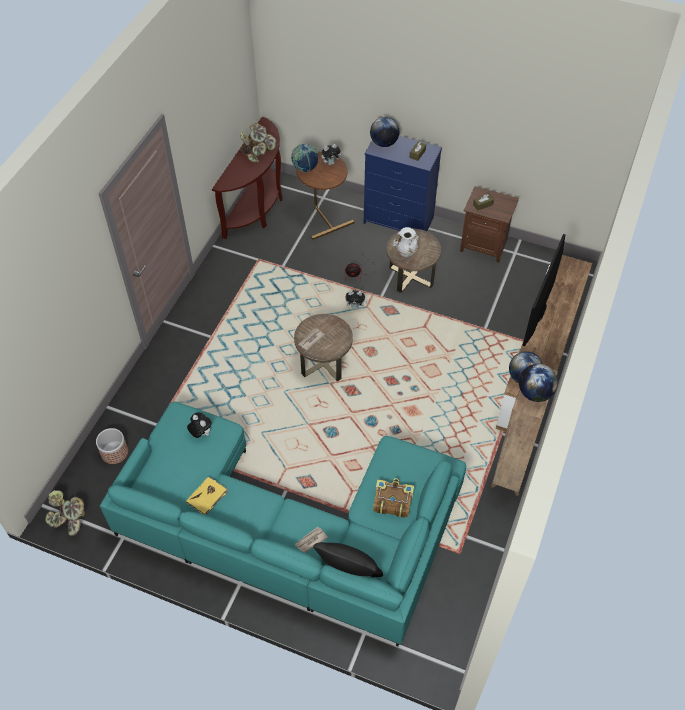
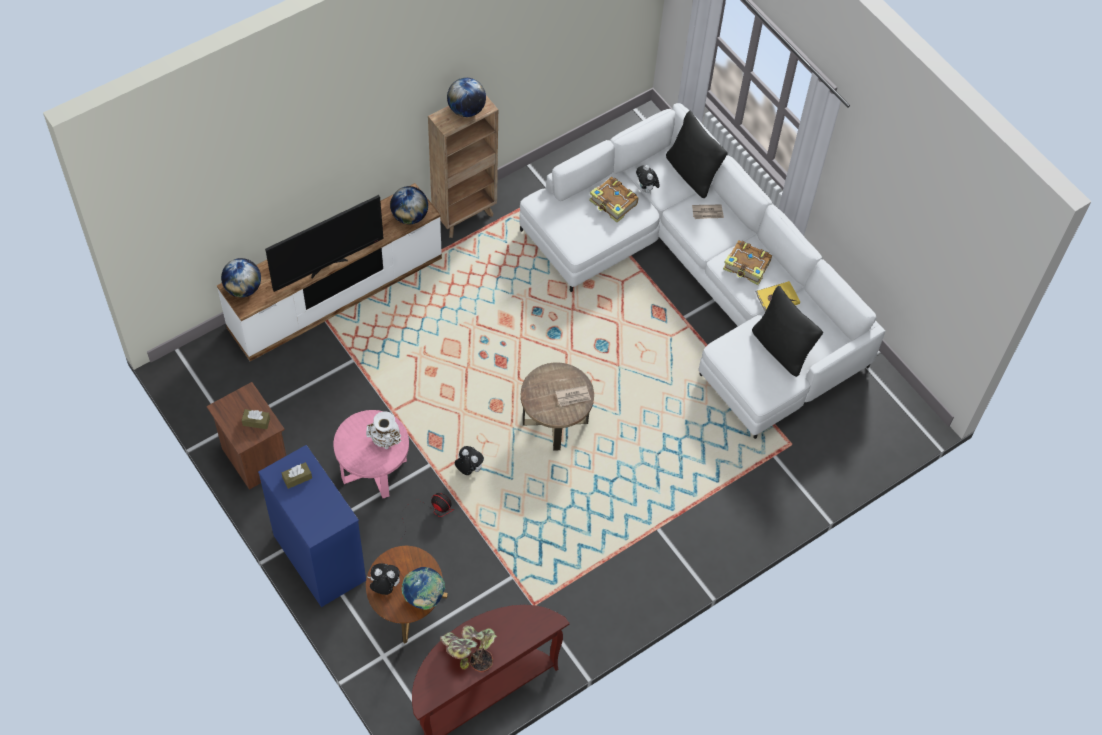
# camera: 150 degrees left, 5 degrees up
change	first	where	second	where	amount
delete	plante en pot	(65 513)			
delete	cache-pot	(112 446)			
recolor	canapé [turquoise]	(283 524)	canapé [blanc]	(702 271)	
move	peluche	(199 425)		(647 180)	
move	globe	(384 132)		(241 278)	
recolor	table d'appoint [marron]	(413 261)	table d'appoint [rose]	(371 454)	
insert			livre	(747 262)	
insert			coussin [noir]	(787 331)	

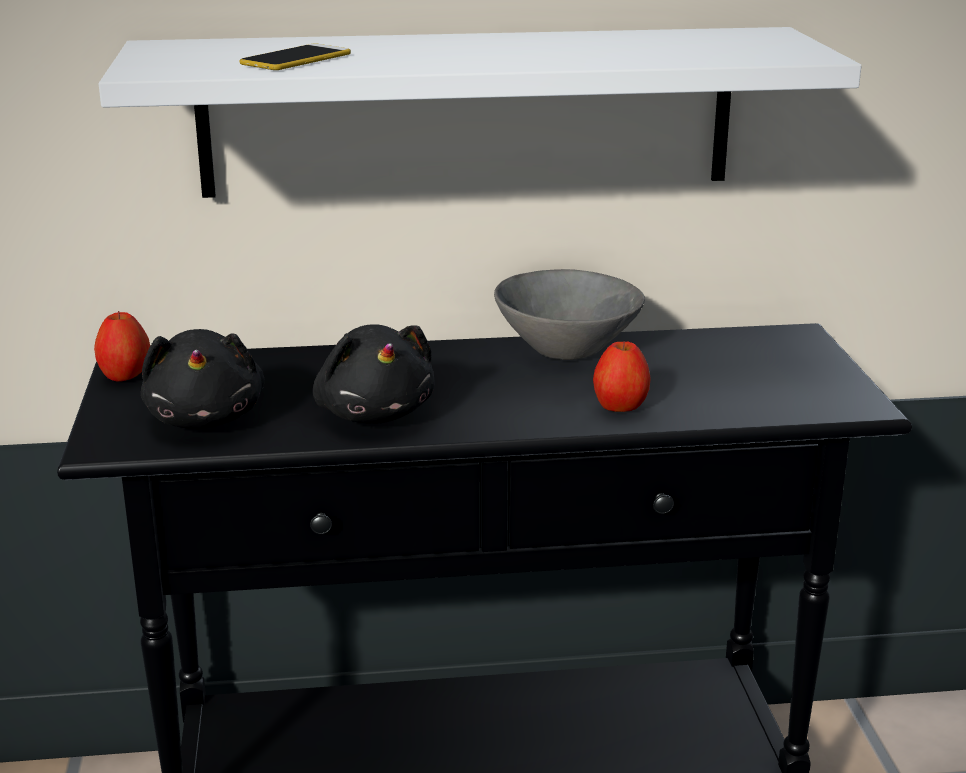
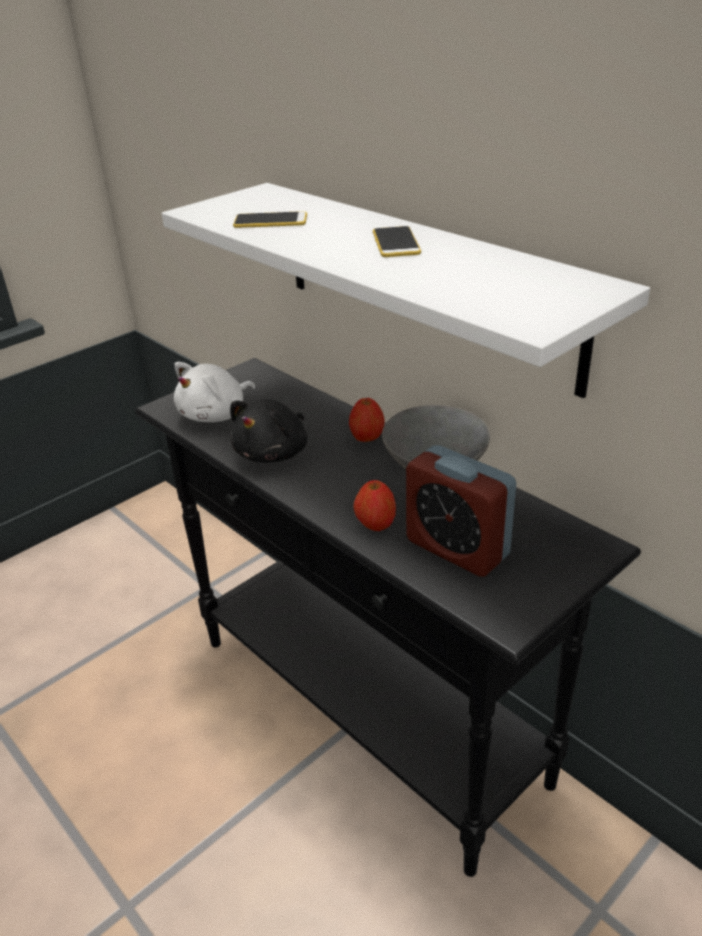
# camera: 55 degrees right, 10 degrees up
change	first	where	second	where	amount
move	pomme	(122 346)		(367 420)	
recolor	peluche [noir]	(203 379)	peluche [blanc]	(214 392)	
insert			téléphone	(397 241)	
insert			réveil	(461 511)	

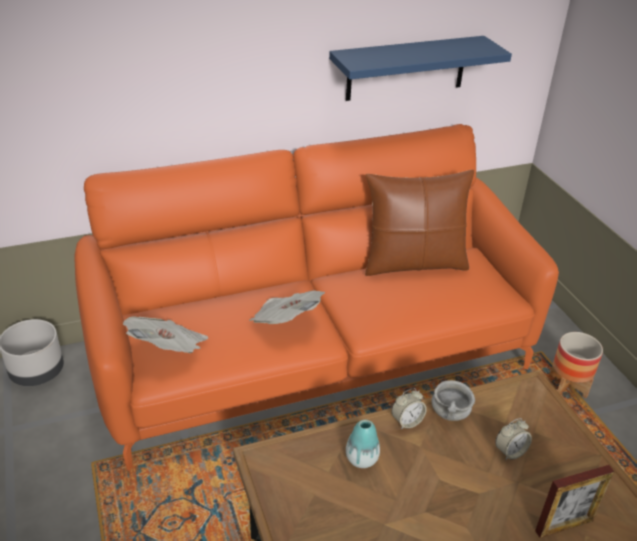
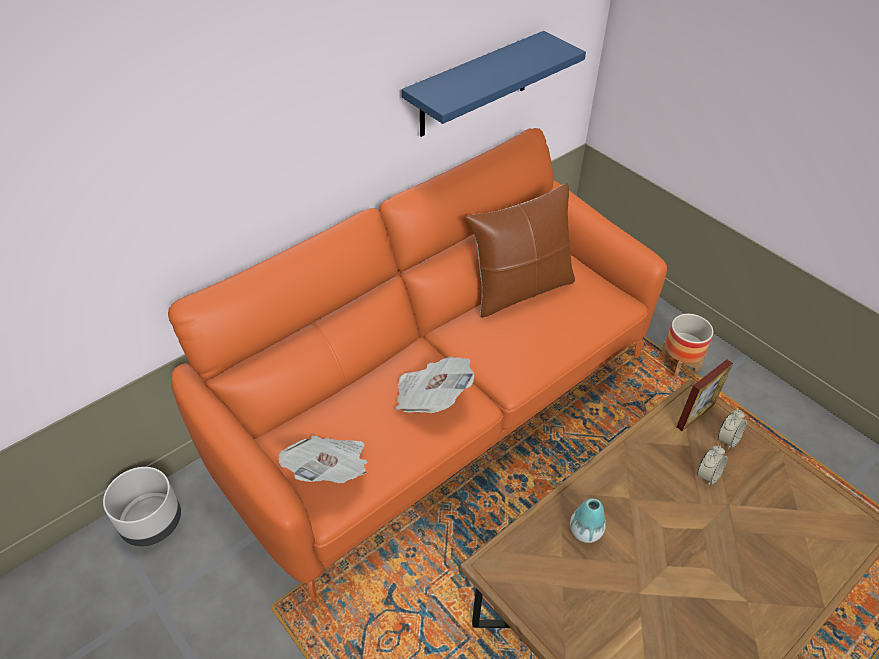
# camera: 20 degrees left, 10 degrees up
change	first	where	second	where	amount
move	réveil	(409 409)		(732 429)	
delete	bol [gris]	(453 400)			
move	cadre photo	(574 501)		(704 395)	

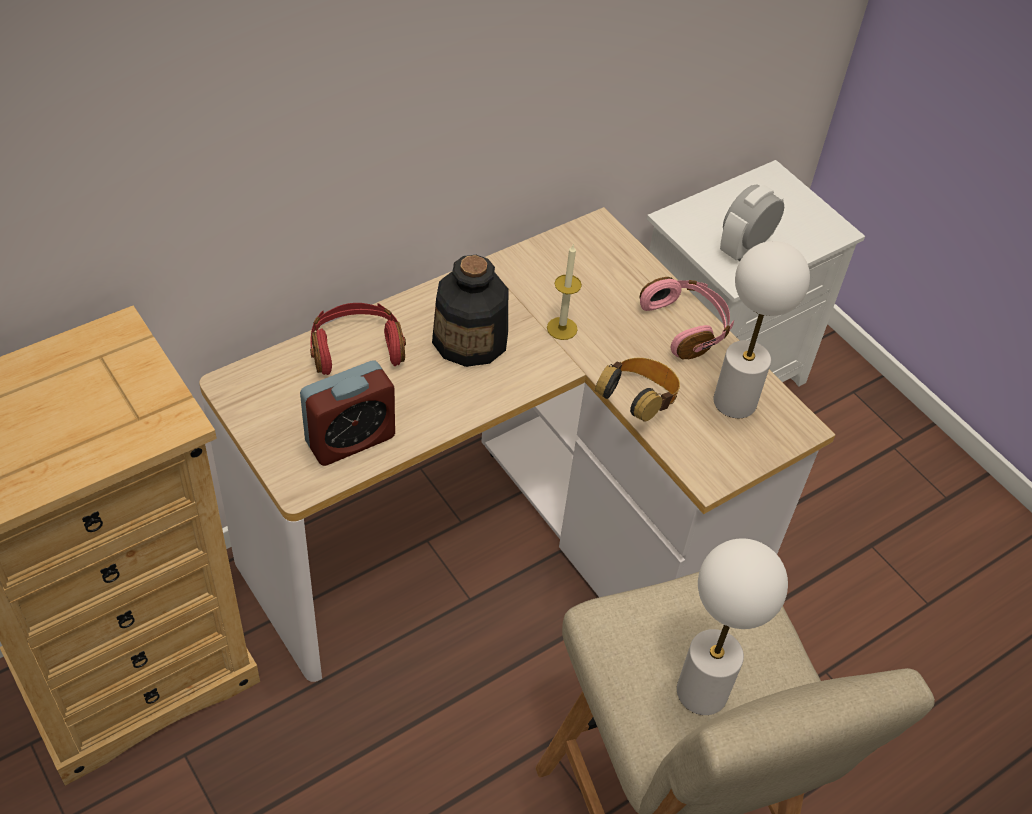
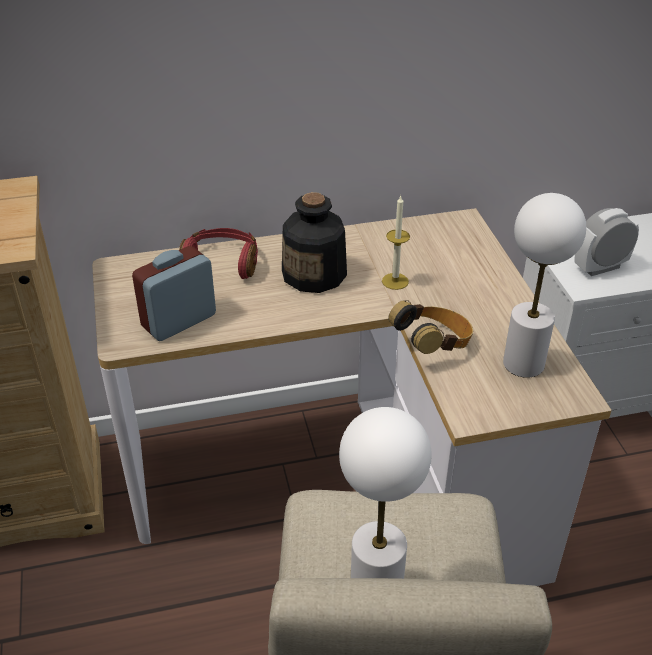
# camera: 25 degrees right, 10 degrees down
change	first	where	second	where	amount
rotate	réveil	(347 413)		(174 293)	150 degrees clockwise
delete	casque audio [rose]	(687 318)			

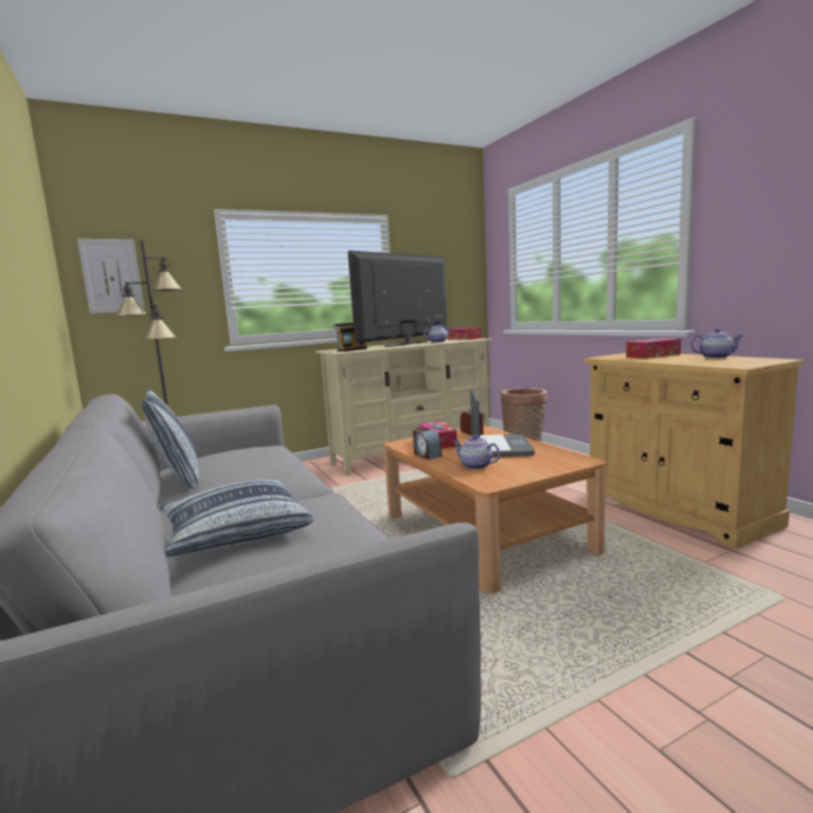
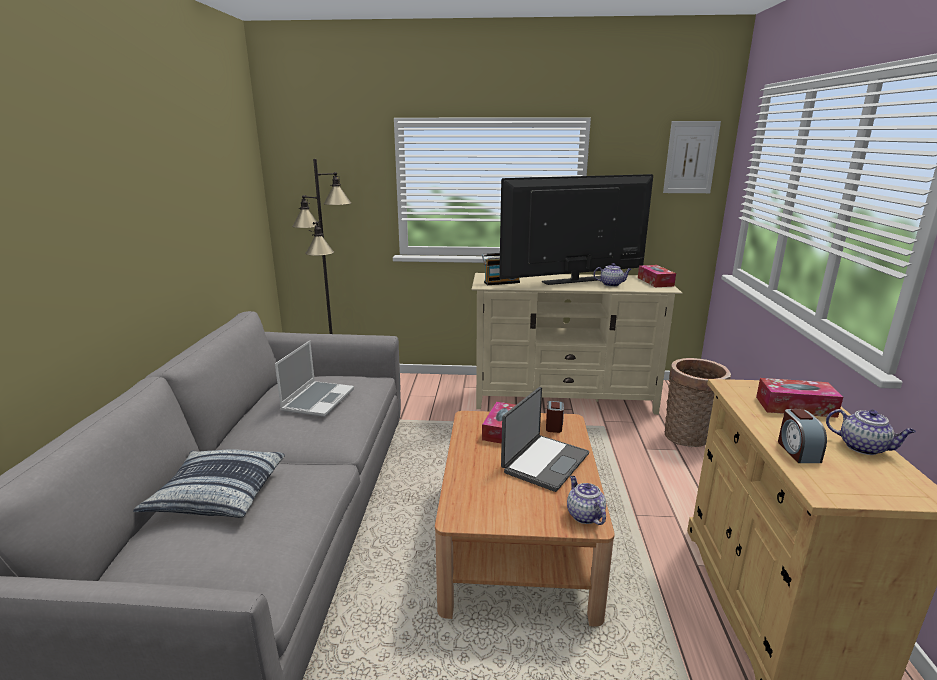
# camera: 30 degrees right, 10 degrees up
change	first	where	second	where	amount
move	tableau	(111 276)		(692 157)	
delete	coussin	(170 438)			
move	réveil	(427 443)		(802 436)	
move	théière	(476 452)		(586 500)	
insert			ordinateur portable	(314 379)	

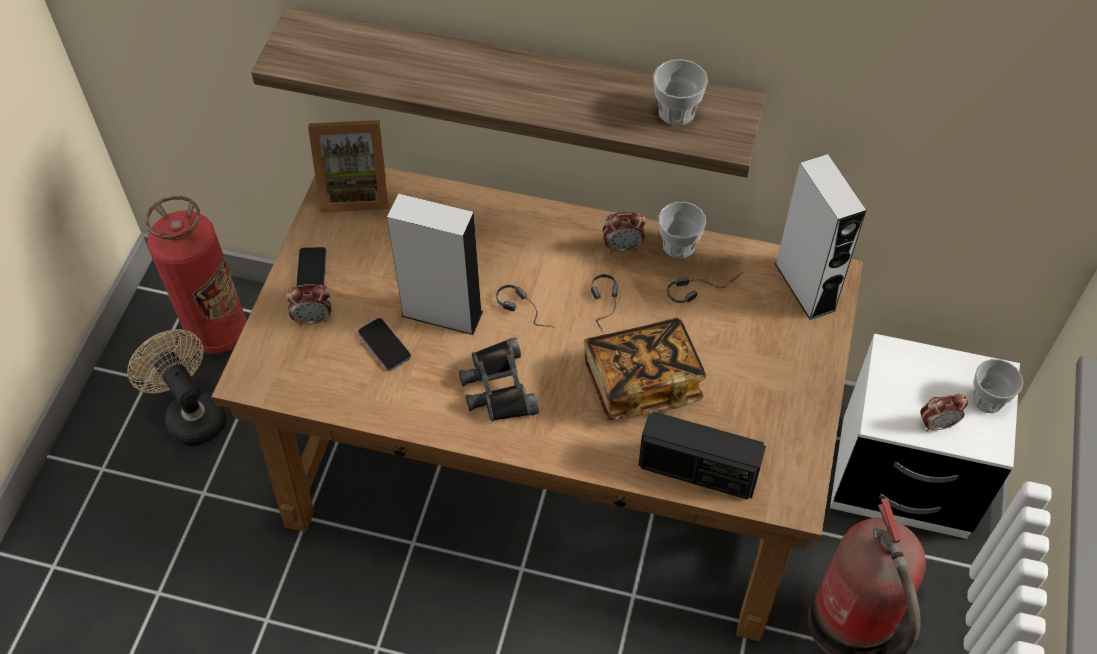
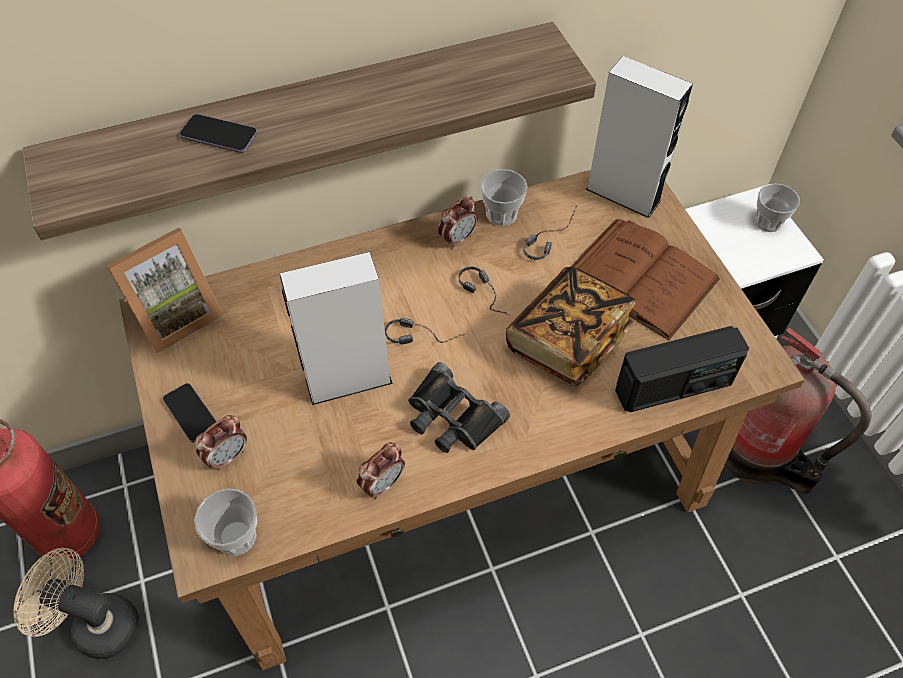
# camera: 35 degrees left, 0 degrees up
change	first	where	second	where	amount
move	téléphone	(384 344)		(218 133)	
move	tasse	(680 92)		(225 522)	
move	réveil	(944 412)		(381 470)	
insert			livre [marron]	(645 279)	

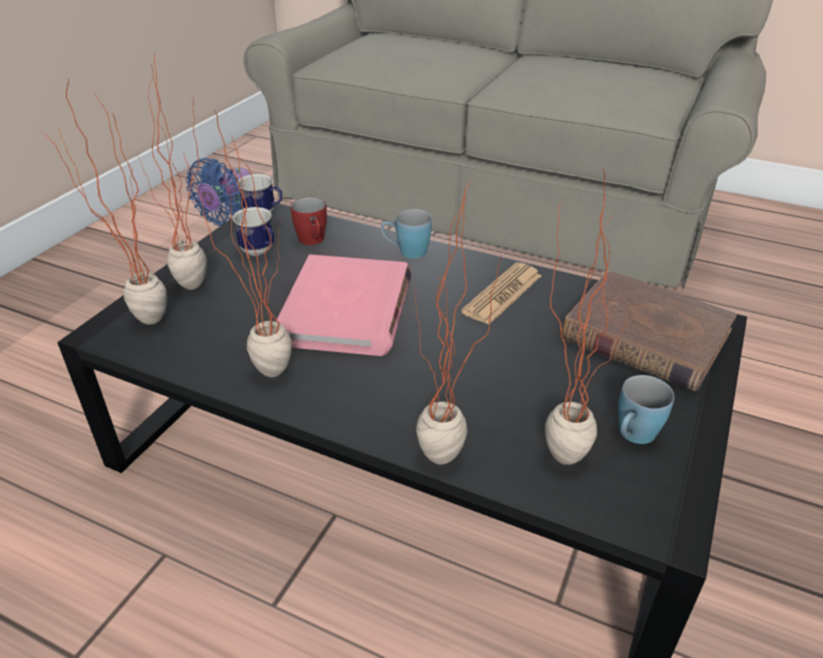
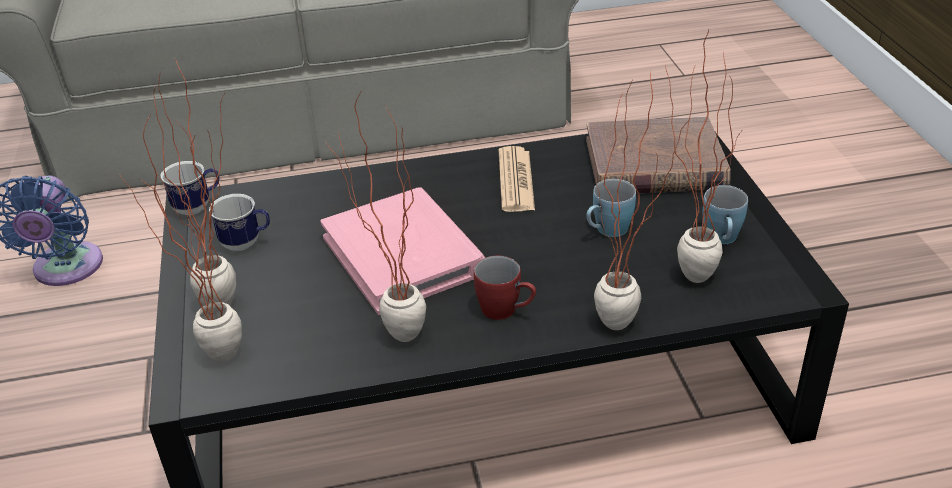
# camera: 35 degrees left, 0 degrees up
change	first	where	second	where	amount
move	mug [rouge]	(309 221)		(505 288)	
move	mug [bleu]	(406 234)		(611 208)	

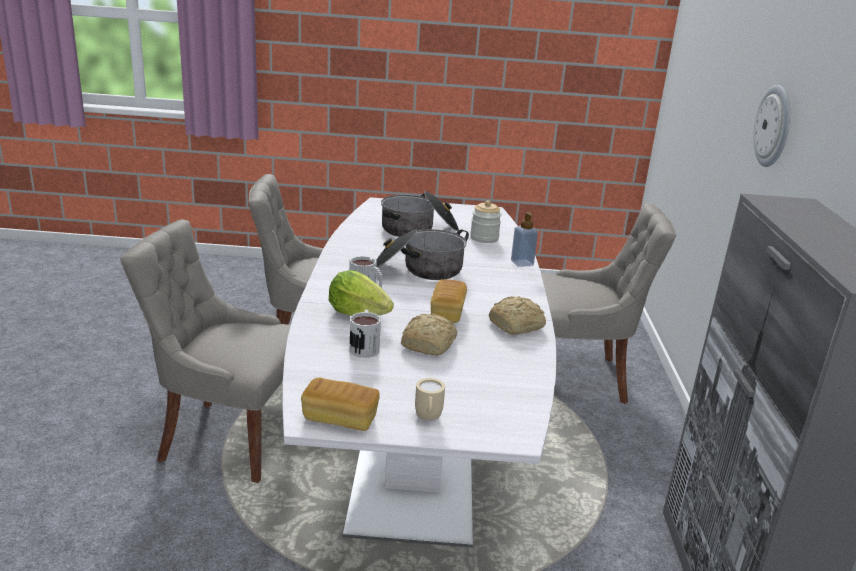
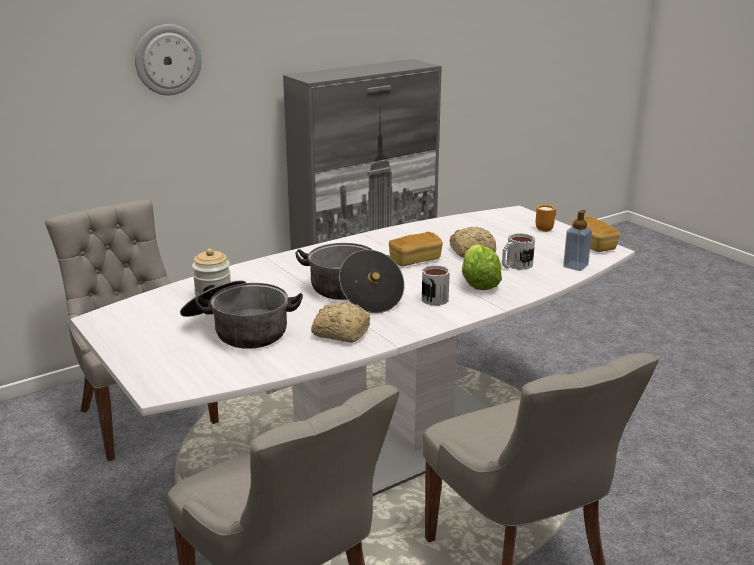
# camera: 125 degrees left, 0 degrees up
change	first	where	second	where	amount
recolor	mug [beige]	(430 399)	mug [orange]	(546 218)	
move	pain	(517 315)		(340 322)	
move	distributeur de savon	(524 239)		(577 240)	

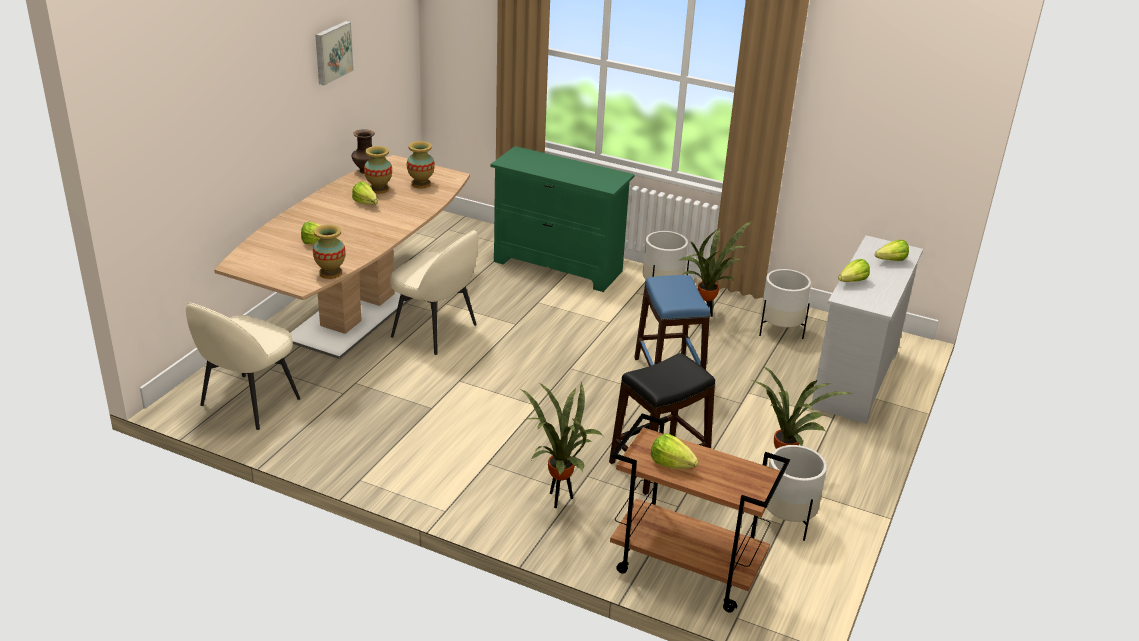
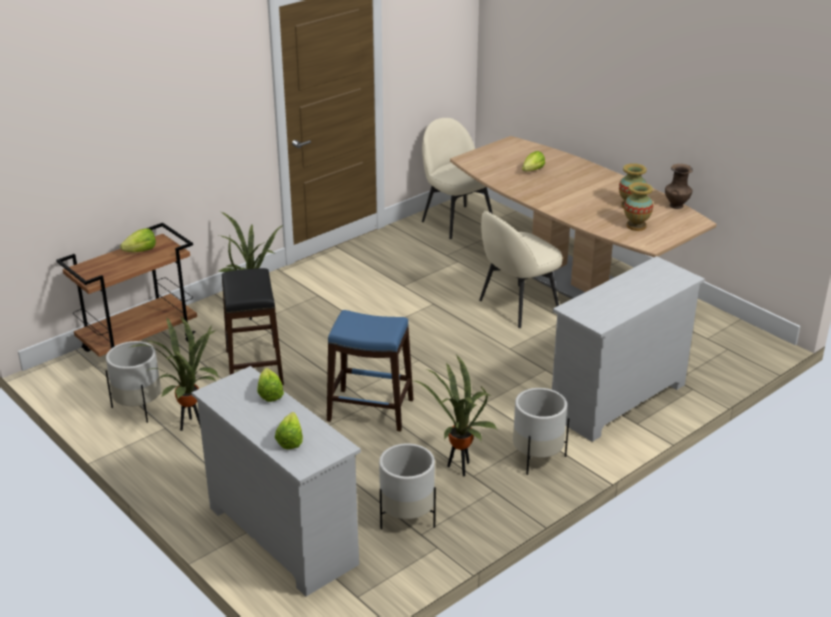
# camera: 115 degrees right, 0 degrees up
change	first	where	second	where	amount
delete	vase	(329 251)			
delete	tableau	(334 53)			
delete	laitue	(365 193)			
recolor	commode [vert]	(562 219)	commode [blanc]	(628 349)	

